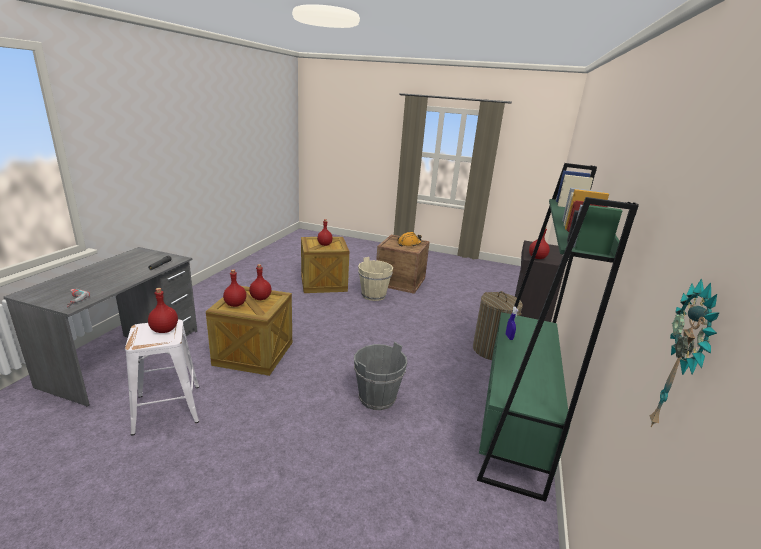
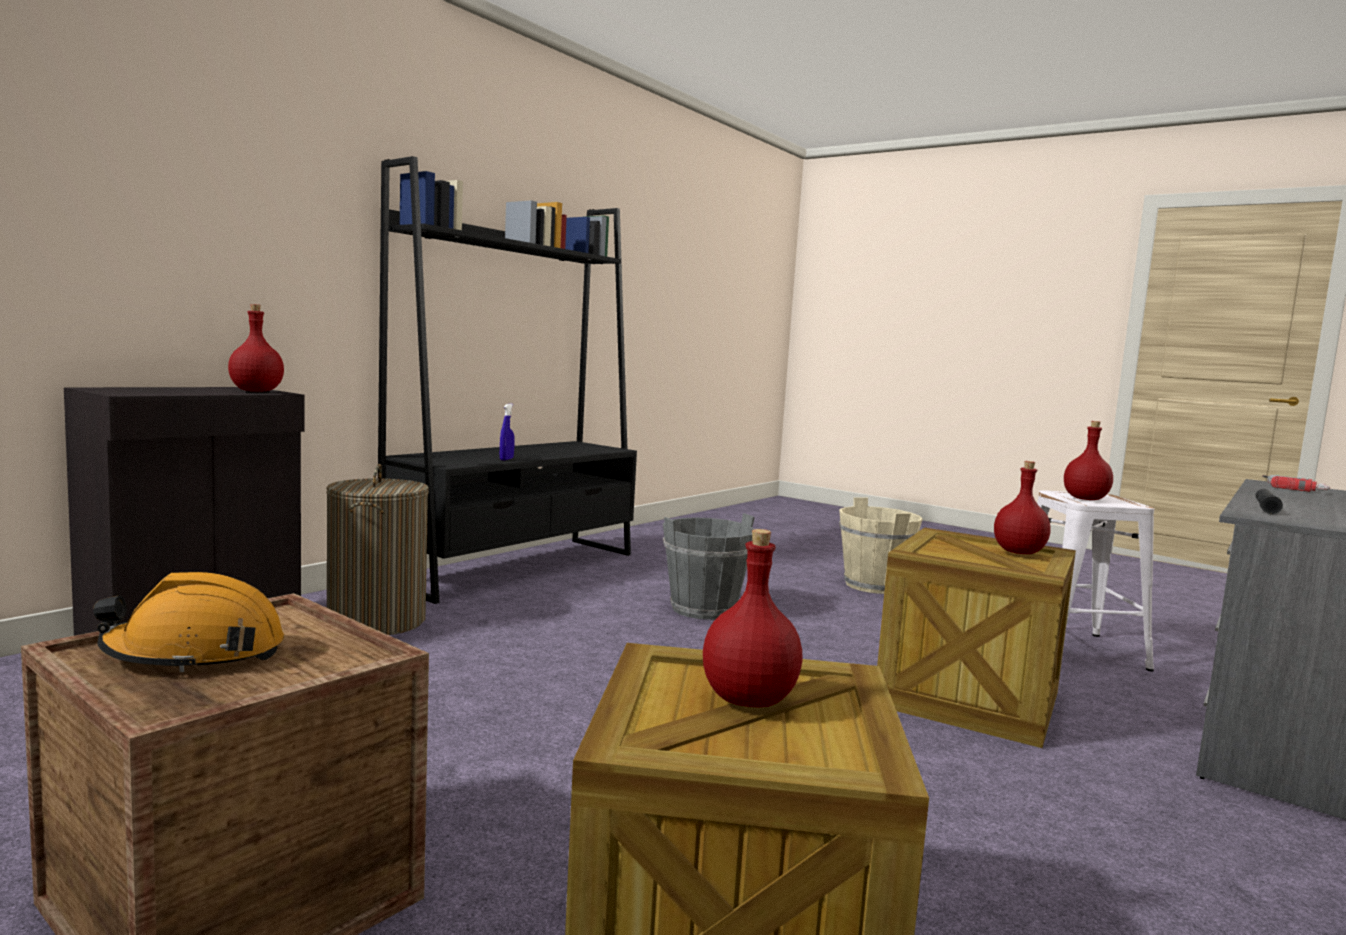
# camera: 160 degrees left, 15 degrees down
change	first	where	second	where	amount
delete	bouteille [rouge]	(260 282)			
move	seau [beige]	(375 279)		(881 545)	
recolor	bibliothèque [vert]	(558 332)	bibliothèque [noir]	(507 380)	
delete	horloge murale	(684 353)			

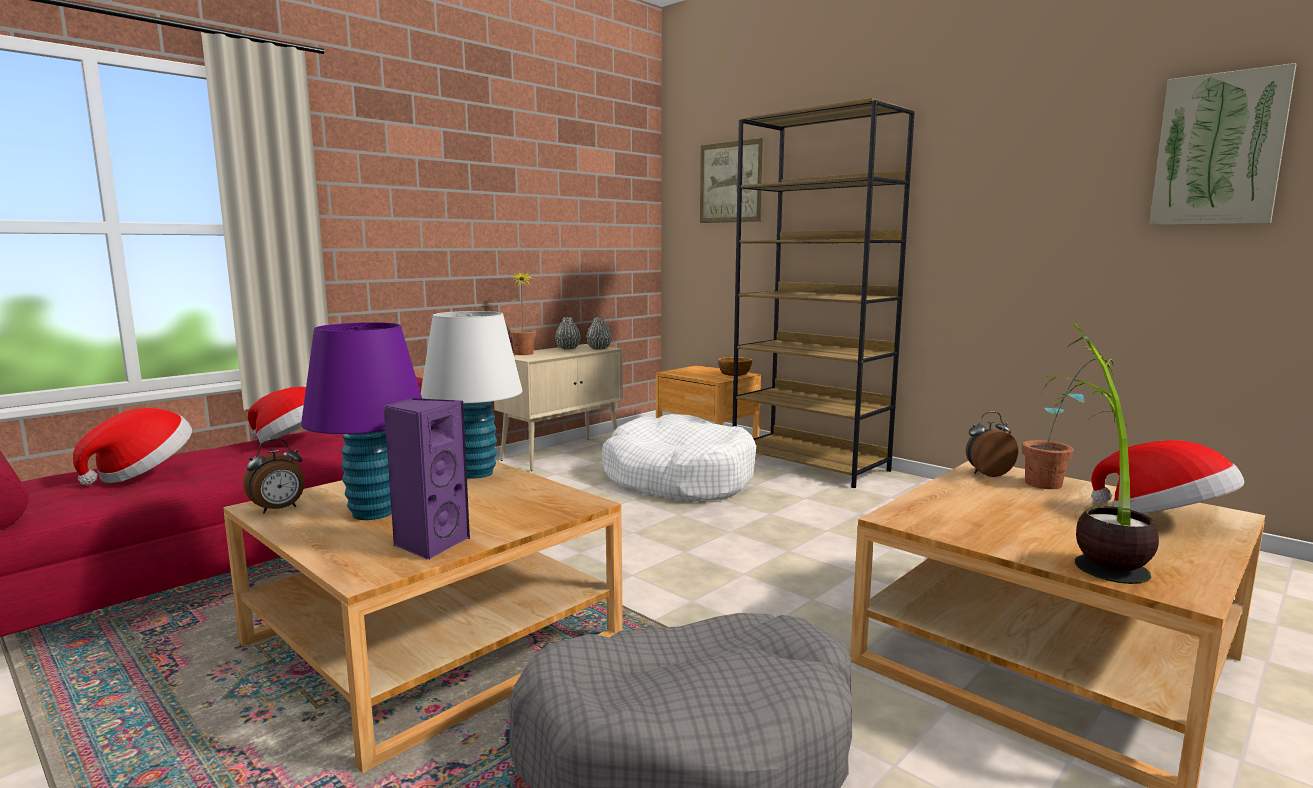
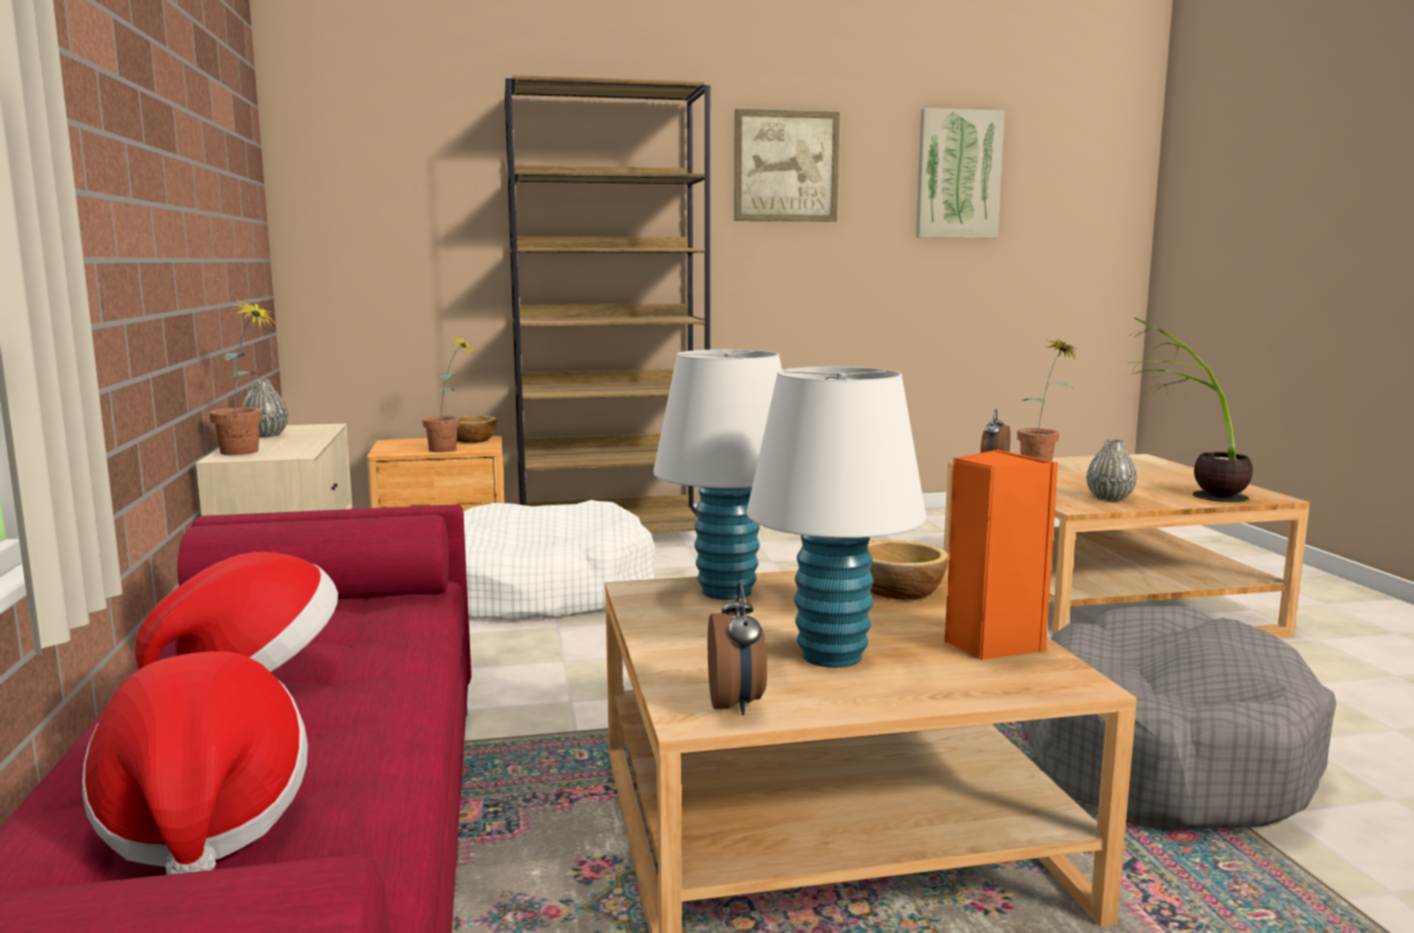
# camera: 55 degrees left, 0 degrees up
change	first	where	second	where	amount
recolor	lampe de table [violet]	(361 421)	lampe de table [blanc]	(837 517)	
recolor	enceinte [violet]	(426 479)	enceinte [orange]	(1001 554)	
move	vase [gris]	(599 333)		(1112 470)	
move	tableau	(732 180)		(787 165)	
delete	chapeau	(1167 476)			
insert			plante en pot	(449 393)	
insert			bol	(907 570)	

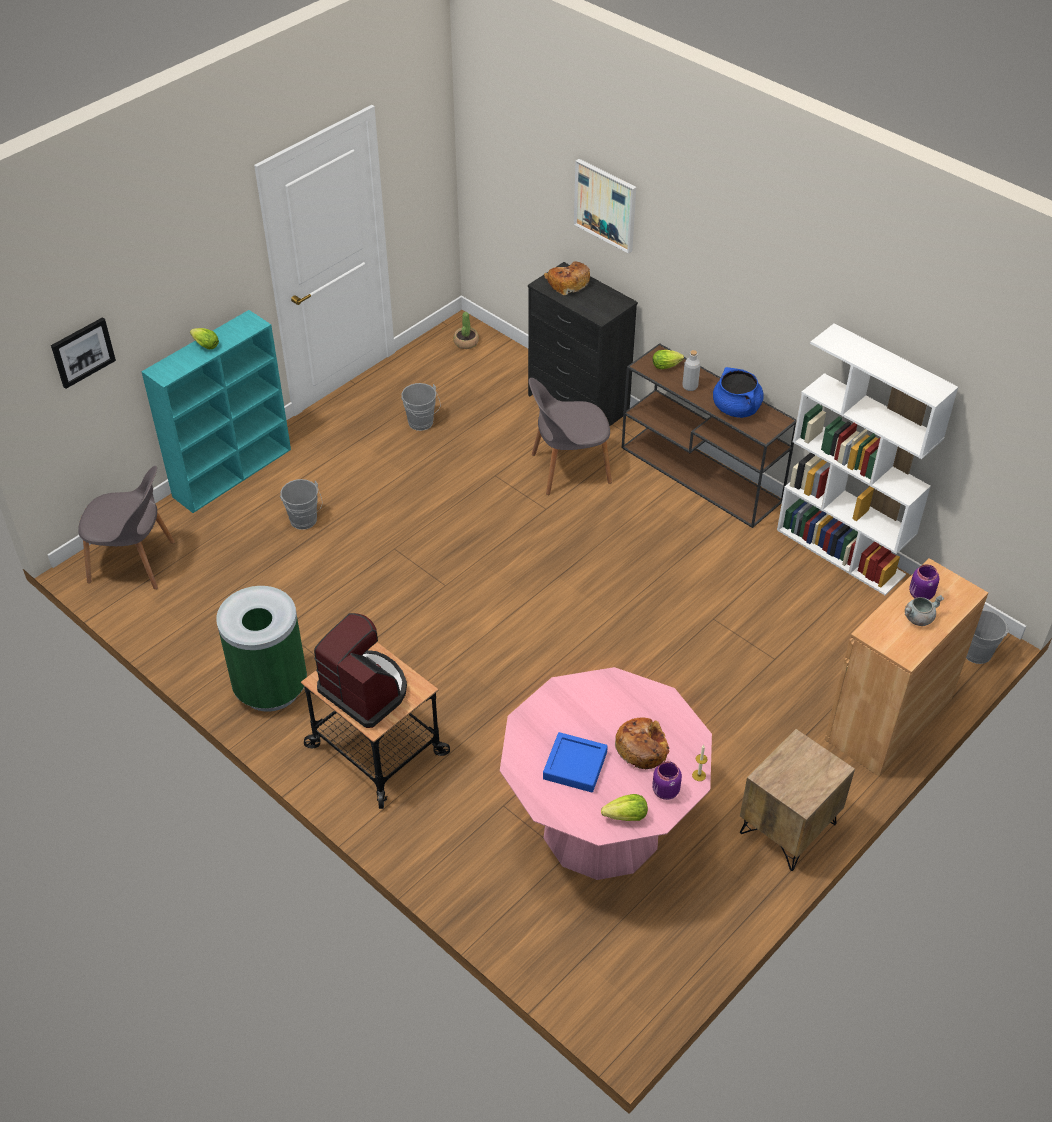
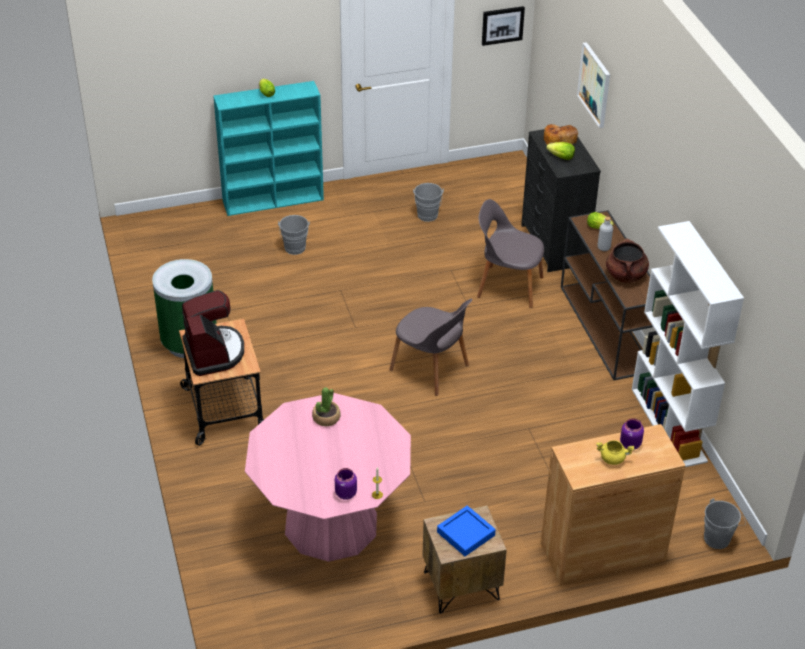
# camera: 30 degrees right, 5 degrees down
change	first	where	second	where	amount
move	tableau	(83 353)		(503 26)	
move	chaise [gris]	(126 527)		(431 347)	
move	plante en pot	(466 330)		(326 406)	
move	plateau [bleu]	(575 762)		(466 531)	
move	laitue	(624 807)		(560 151)	
delete	pain	(642 743)			
recolor	marmite [bleu]	(738 392)	marmite [marron]	(627 260)	
recolor	marmite [gris]	(924 610)	marmite [jaune]	(615 452)	

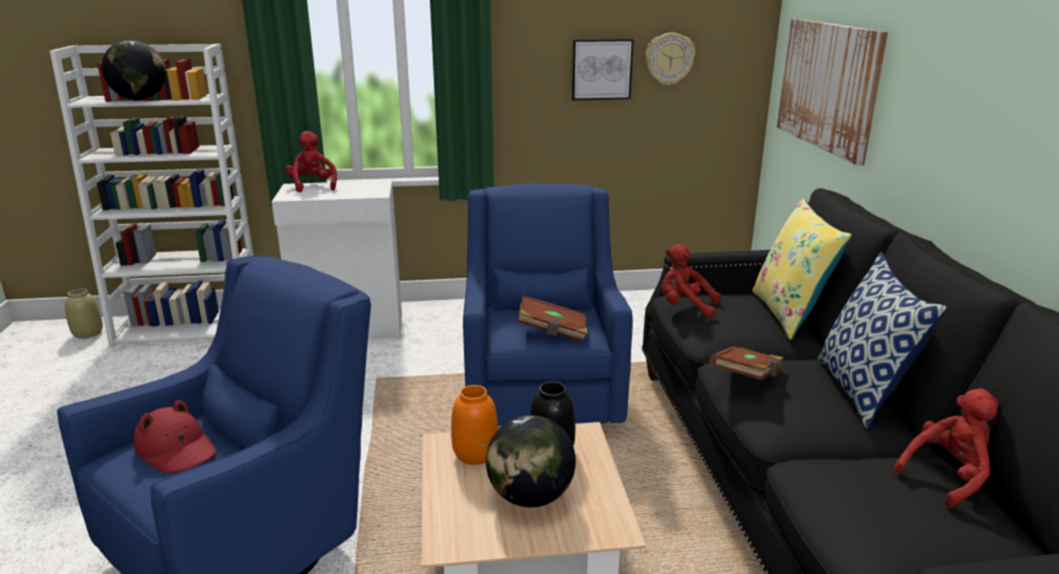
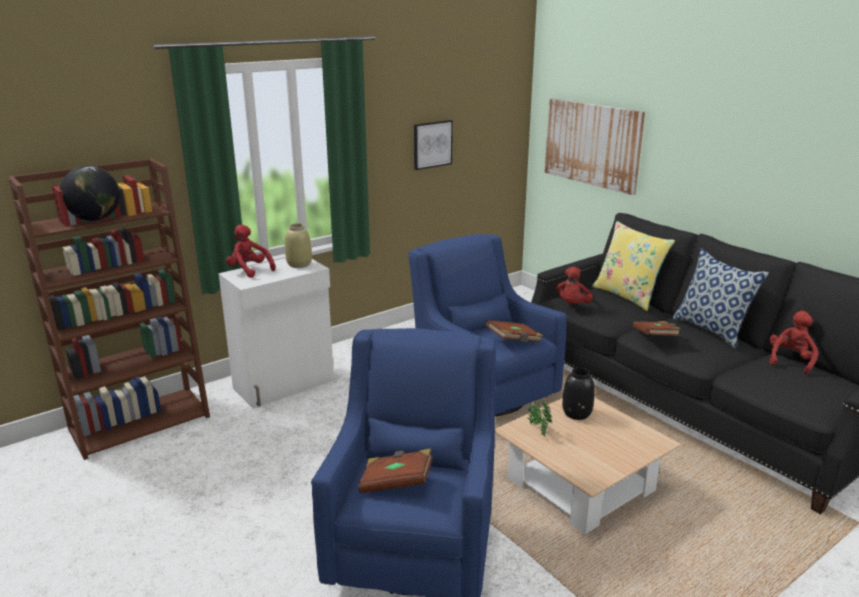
# camera: 30 degrees left, 0 degrees up
change	first	where	second	where	amount
recolor	bibliothèque [blanc]	(152 196)	bibliothèque [marron]	(109 309)	
move	vase [beige]	(84 314)		(298 245)	
replace	chapeau [rouge]	(175 436)	livre [marron]	(395 471)	
replace	vase [orange]	(474 425)	plante en pot	(539 418)	
delete	globe	(531 461)			
delete	horloge murale	(670 59)			
rotate	peluche [rouge]	(691 281)		(574 285)	60 degrees counterclockwise

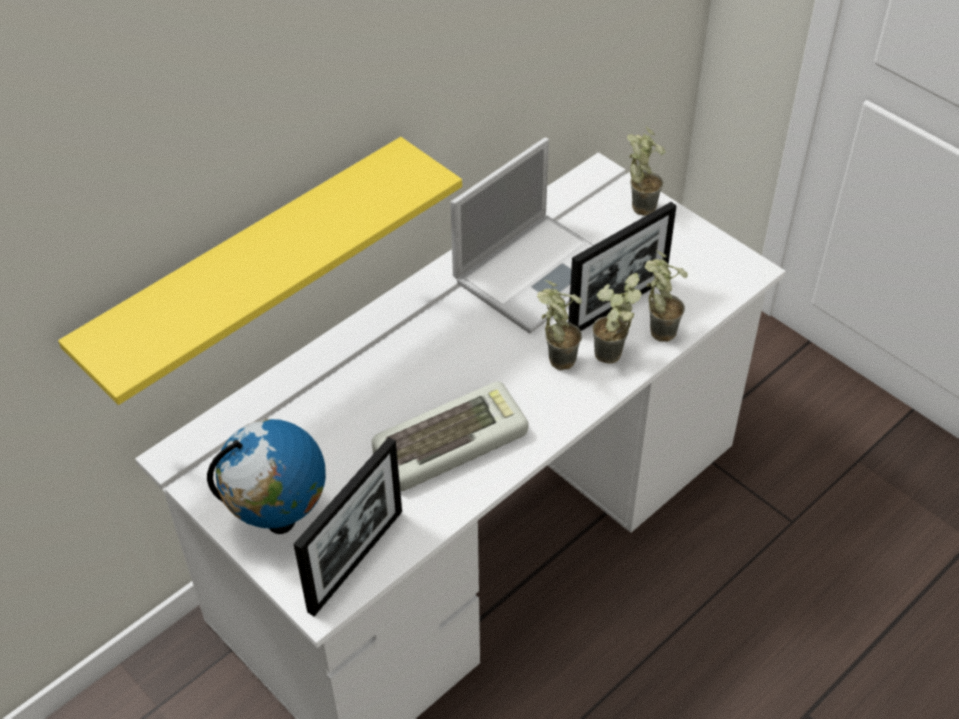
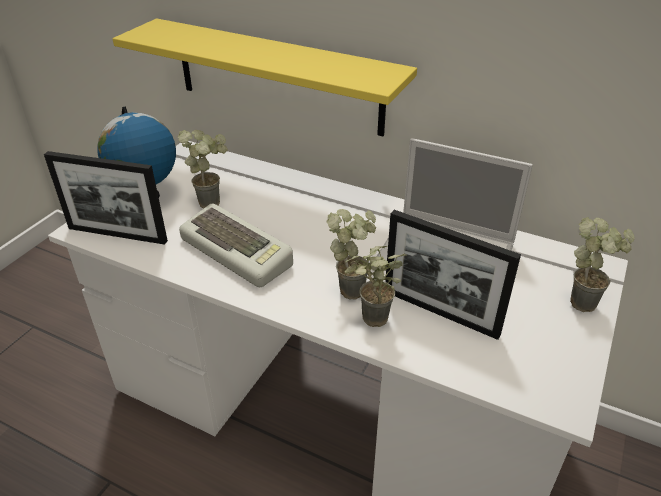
# camera: 70 degrees right, 10 degrees down
change	first	where	second	where	amount
move	plante en pot	(666 296)		(203 169)	

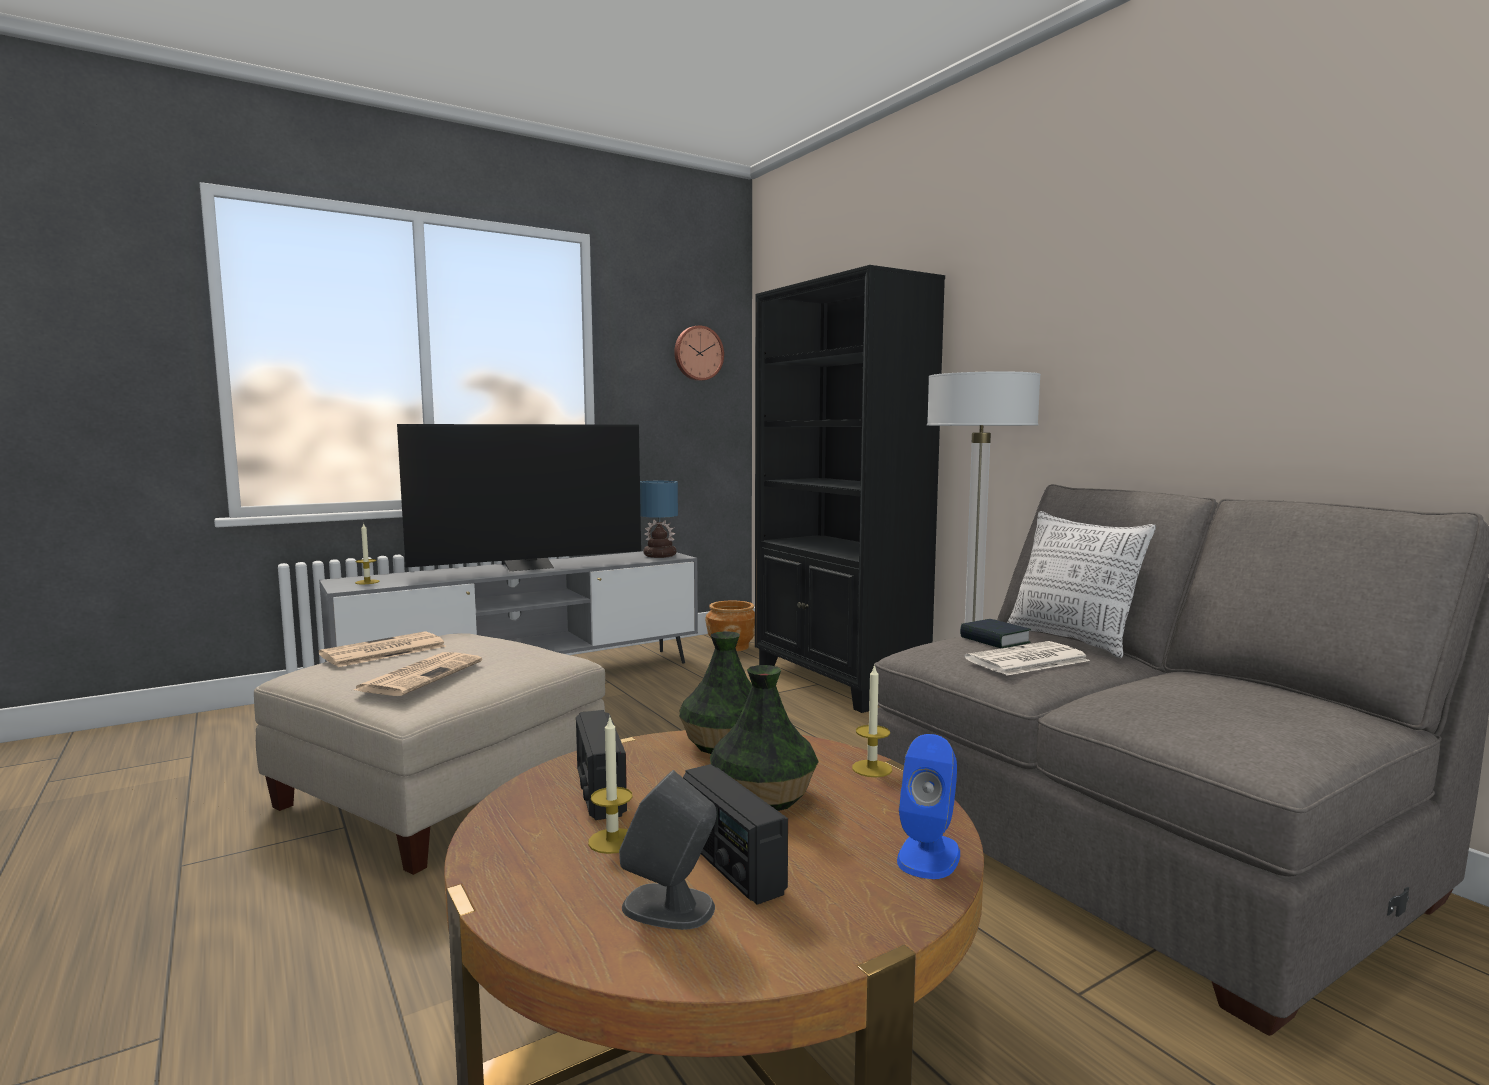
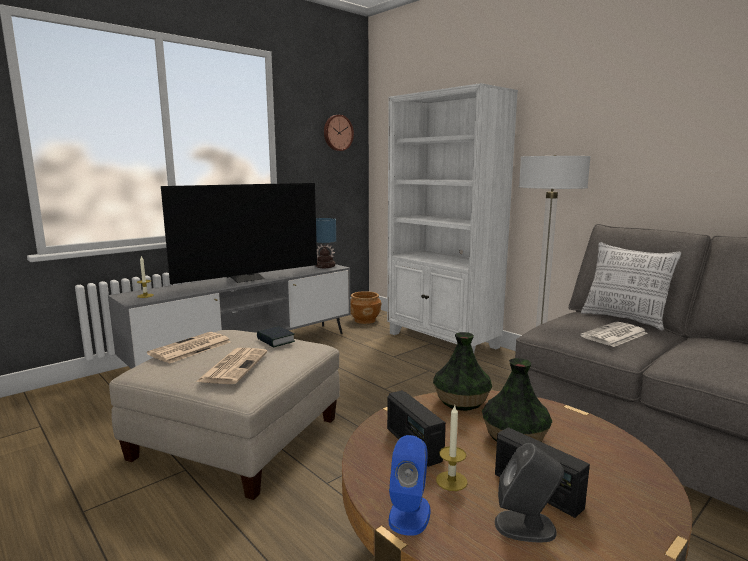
# camera: 10 degrees left, 5 degrees up
change	first	where	second	where	amount
recolor	bibliothèque [noir]	(850 489)	bibliothèque [blanc]	(452 218)	
delete	bougie	(872 720)			
move	enceinte [bleu]	(928 806)		(410 485)	
move	livre	(995 633)		(276 336)	

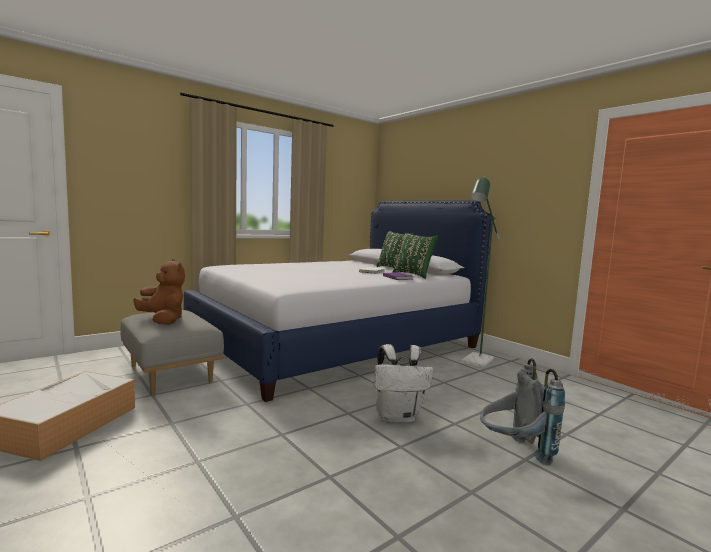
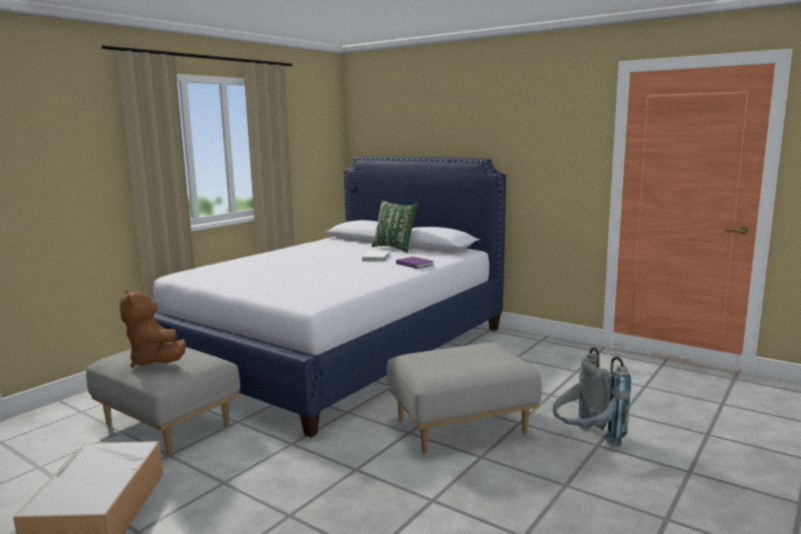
# camera: 15 degrees left, 5 degrees up
change	first	where	second	where	amount
rotate	peluche [marron]	(159 292)		(153 329)	150 degrees counterclockwise
replace	sac à dos [blanc]	(404 383)	pouf [gris]	(464 398)	
delete	coussin [vert]	(416 256)			
delete	lampadaire [vert]	(480 272)			

